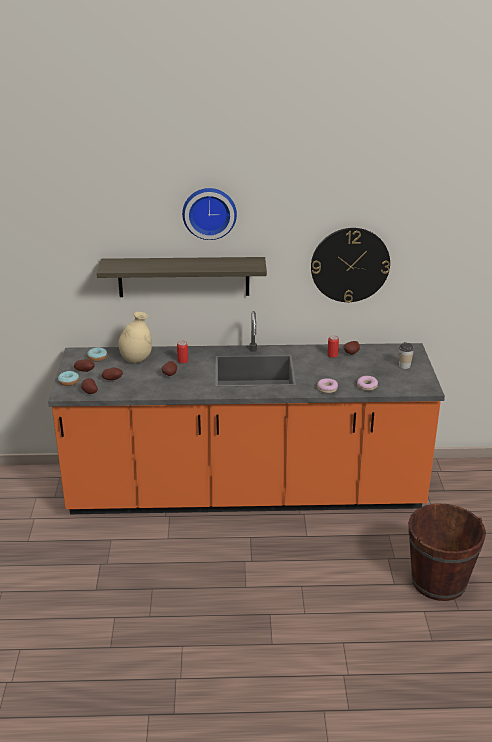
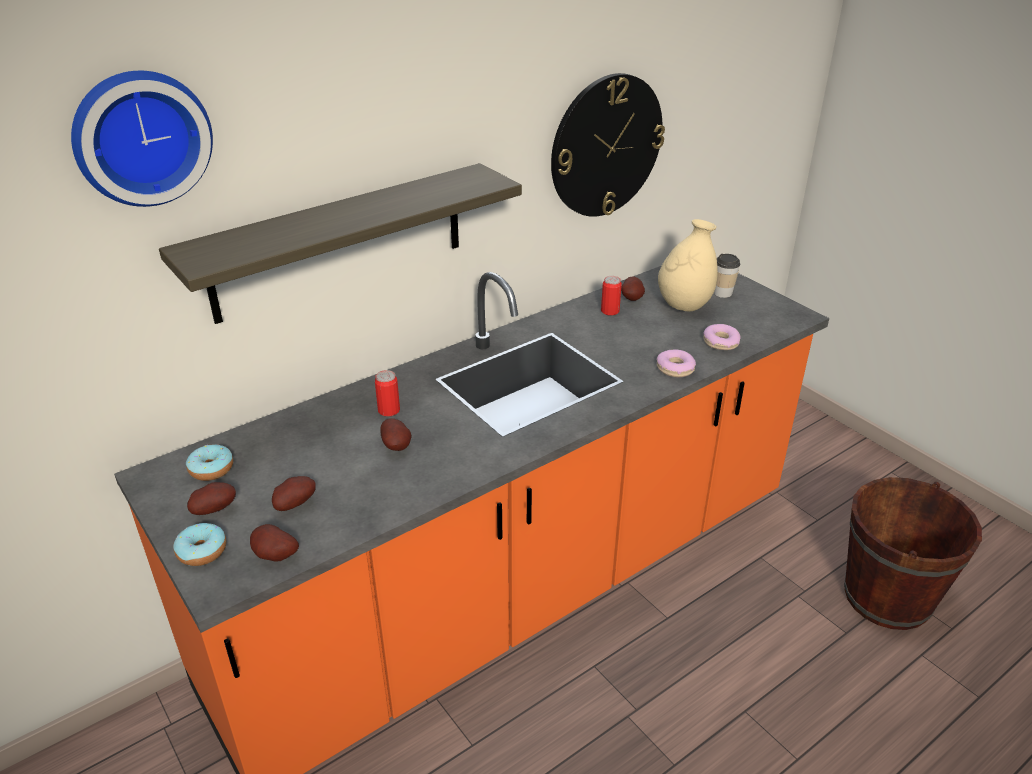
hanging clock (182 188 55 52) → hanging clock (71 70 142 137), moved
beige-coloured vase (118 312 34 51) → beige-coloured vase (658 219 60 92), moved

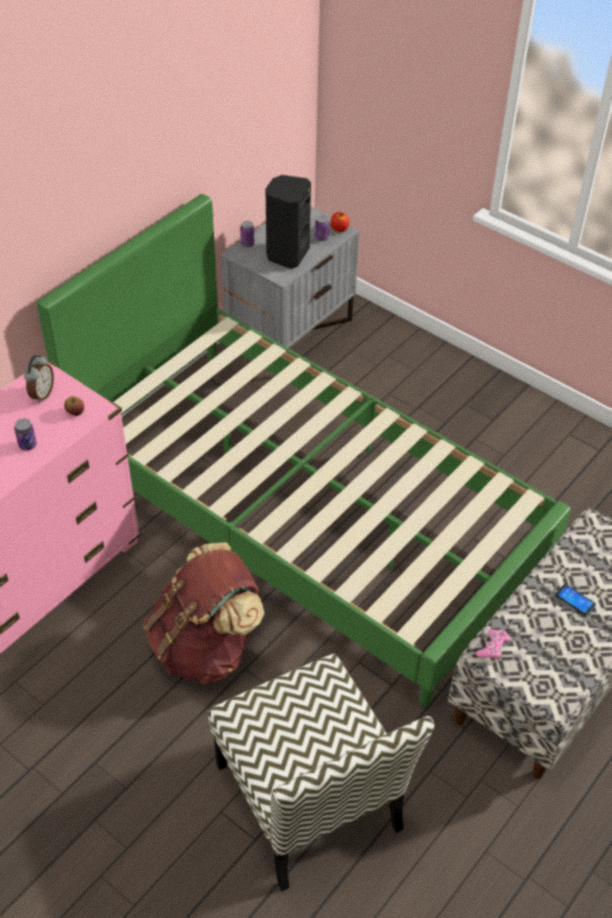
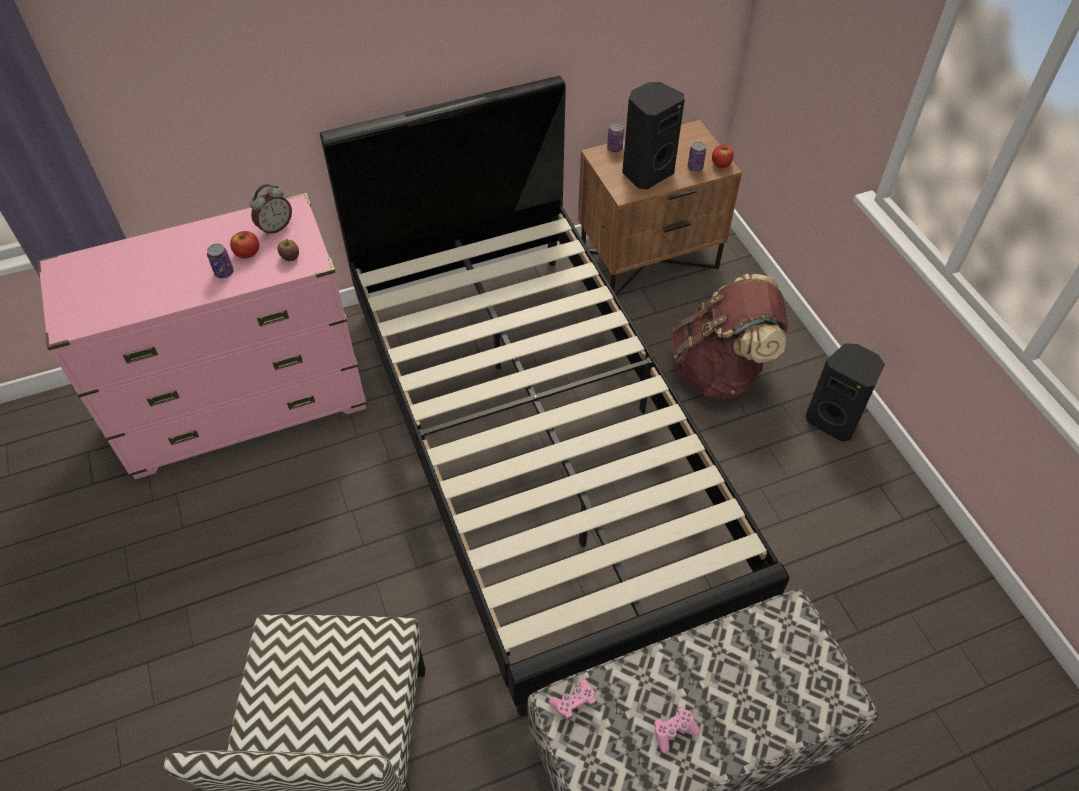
- → whole apple (230 231 29 28)
green-coloured sleeping bed (37 194 534 513) → black sleeping bed (320 76 469 641)
greyish bedside table (221 206 138 143) → brown-coloured bedside table (578 120 164 176)
- → pink gamepad (654 707 47 46)
brown-coloured rucksack (143 543 122 141) → brown-coloured rucksack (673 274 115 125), moved
- → black loudspeaker (806 343 79 99)
phone (555 584 41 32) → -

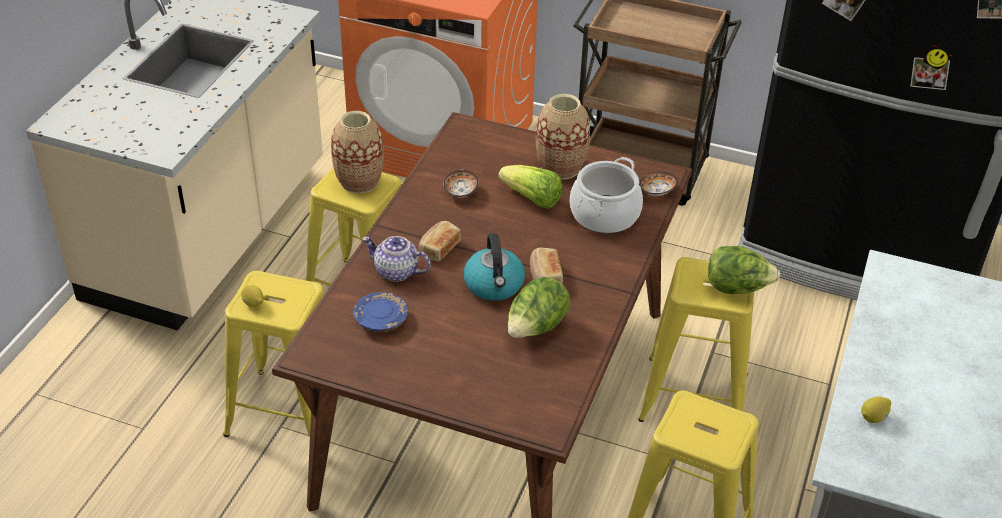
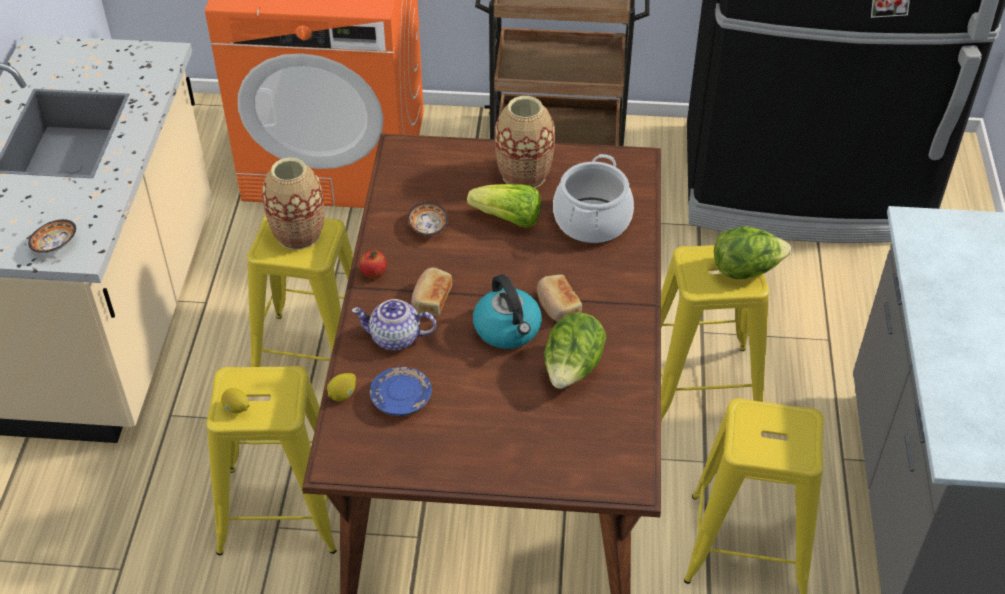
serving bowl (639 172 39 24) → serving bowl (28 219 48 34), moved
citrus fruit (861 396 30 27) → citrus fruit (327 373 29 28), moved
- → whole apple (359 250 28 29)

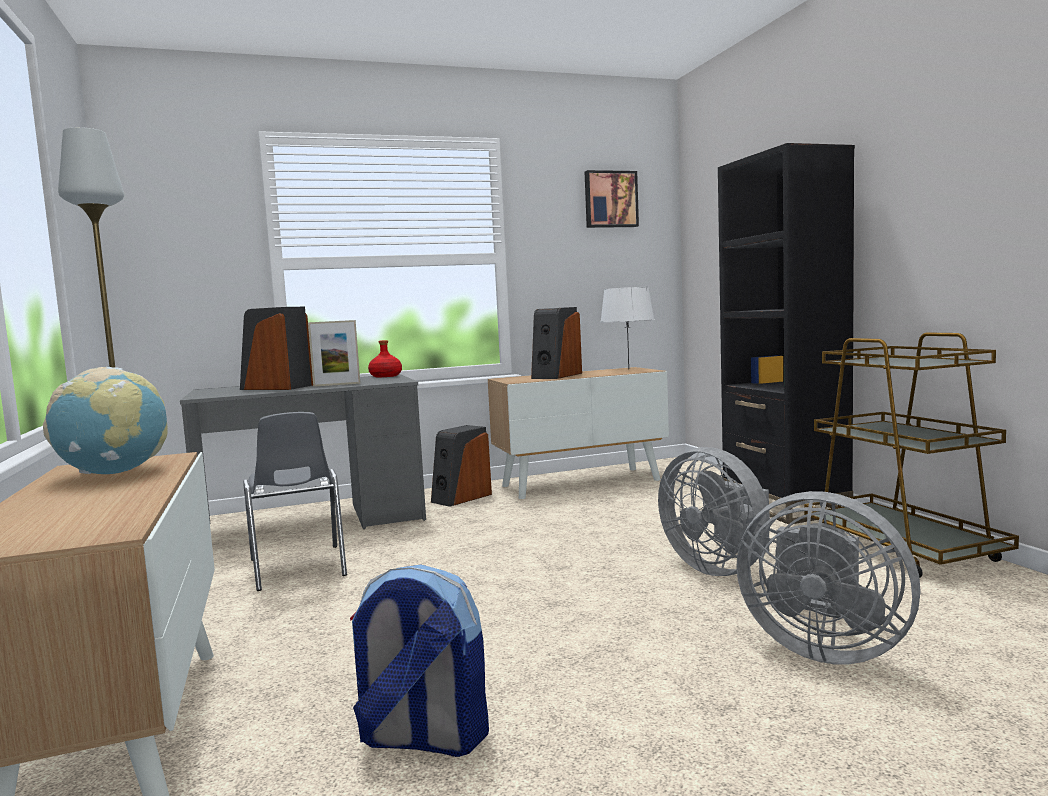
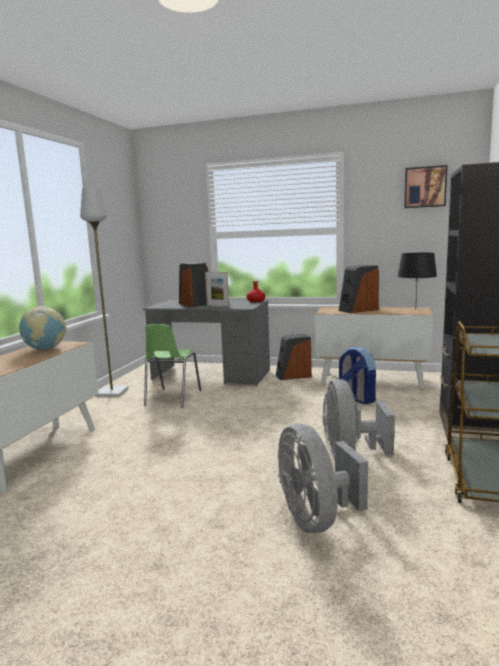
greyish chair (243 412 104 179) → green-coloured chair (144 324 57 83)
rucksack (350 564 139 193) → rucksack (339 347 37 57), moved
white-coloured table lamp (601 287 54 81) → black table lamp (397 253 40 45)

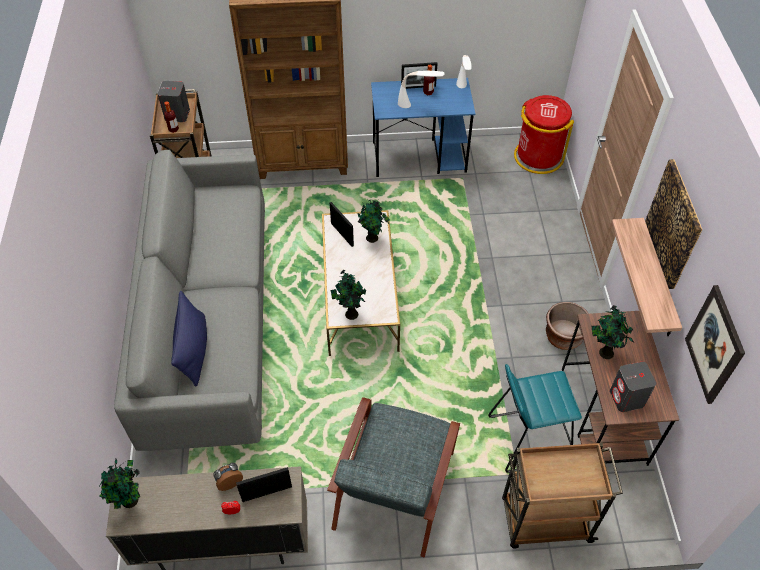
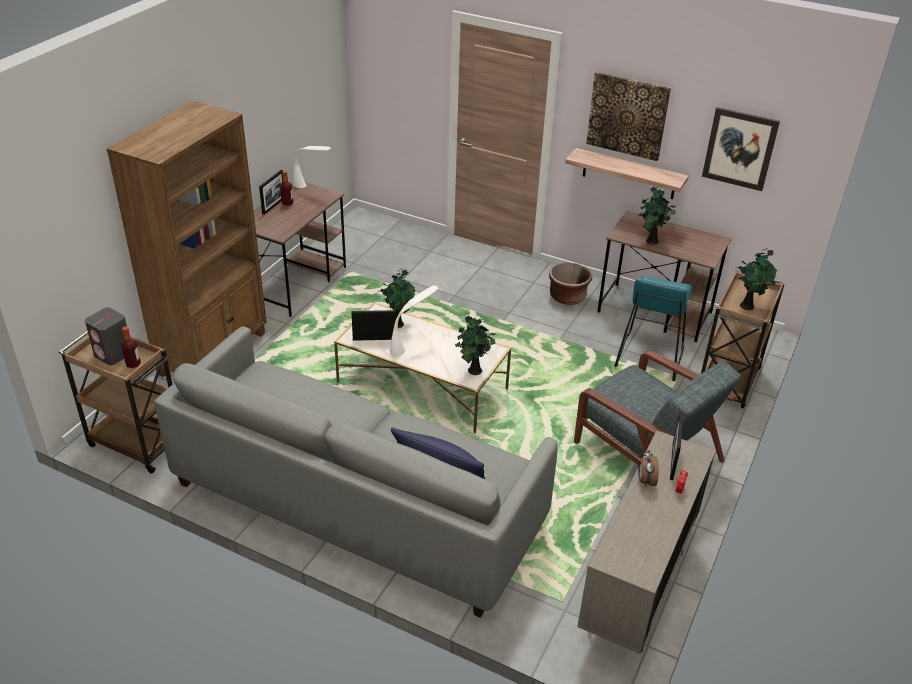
blue desk (371 78 104 99) → brown-coloured desk (254 182 92 135)
white-coloured table lamp (398 71 47 37) → white-coloured table lamp (390 285 48 71), moved
potted plant (100 459 40 50) → potted plant (738 248 39 62), moved
reddish waste bin (514 95 60 79) → -
greyish loudspeaker (610 362 46 50) → -

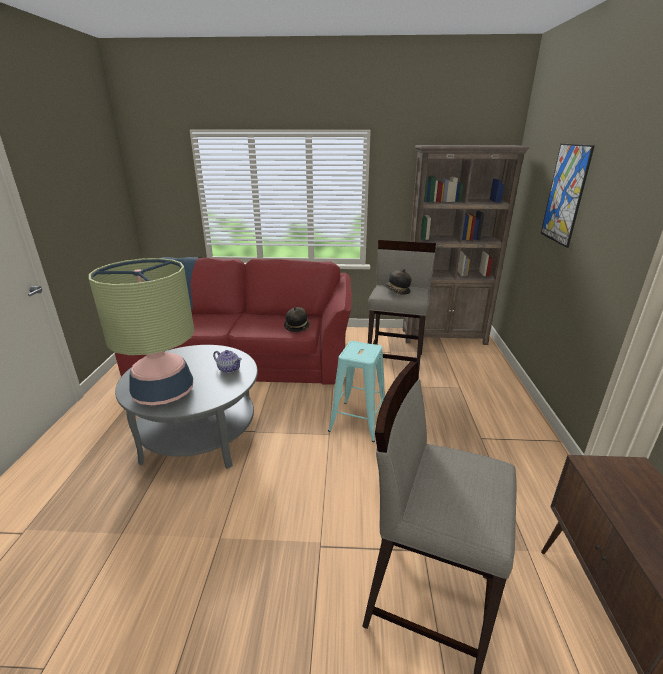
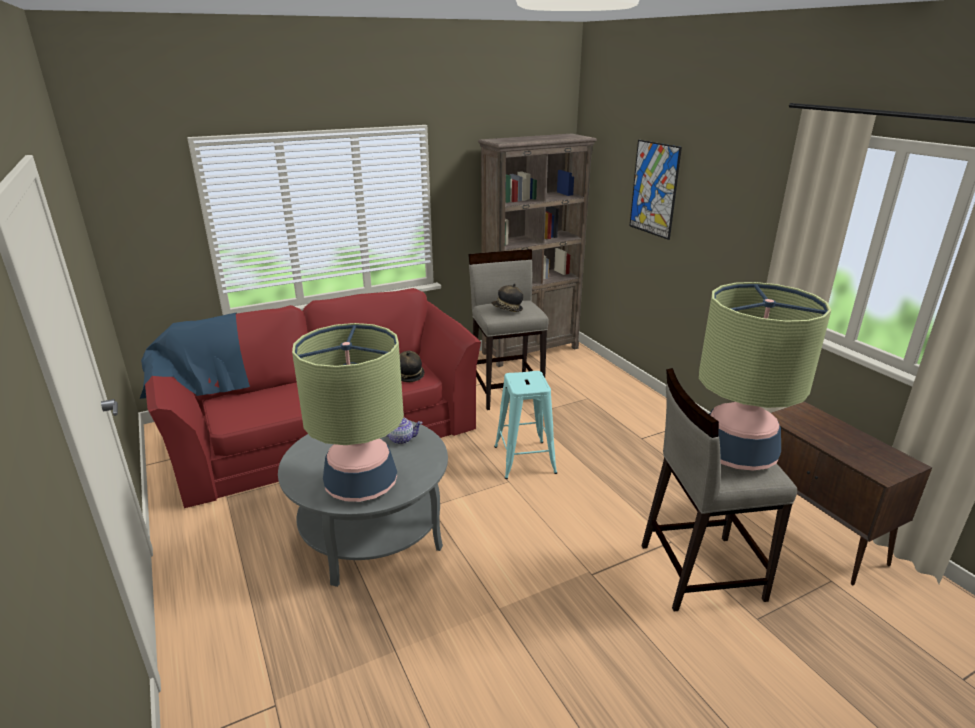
- → table lamp (699 282 132 189)

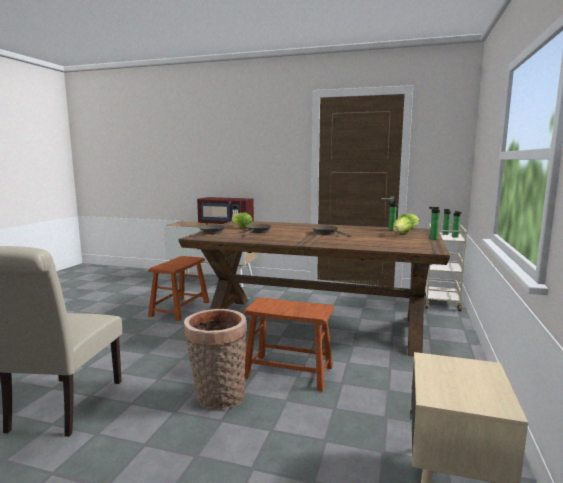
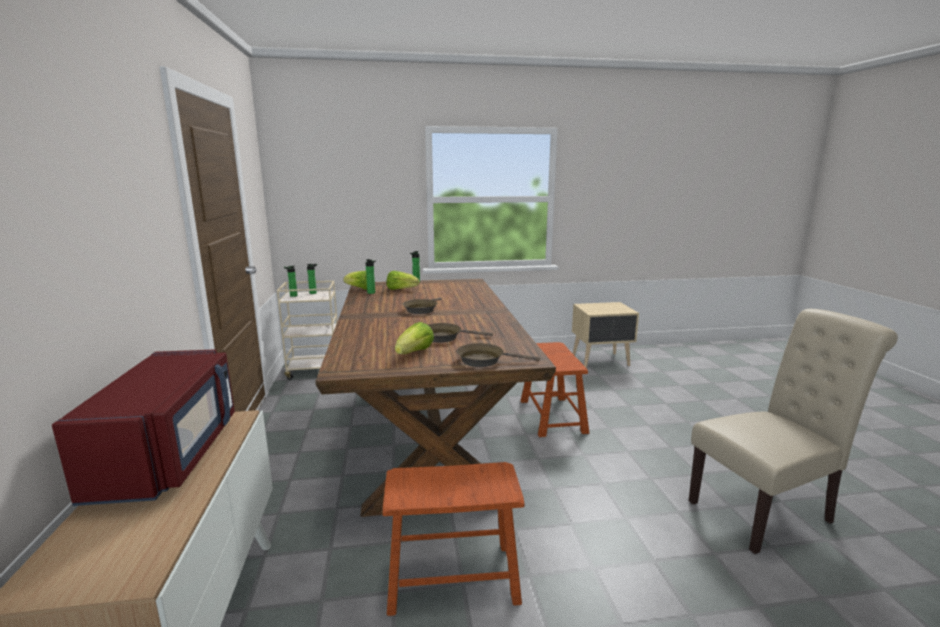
basket (184 309 63 101) → -

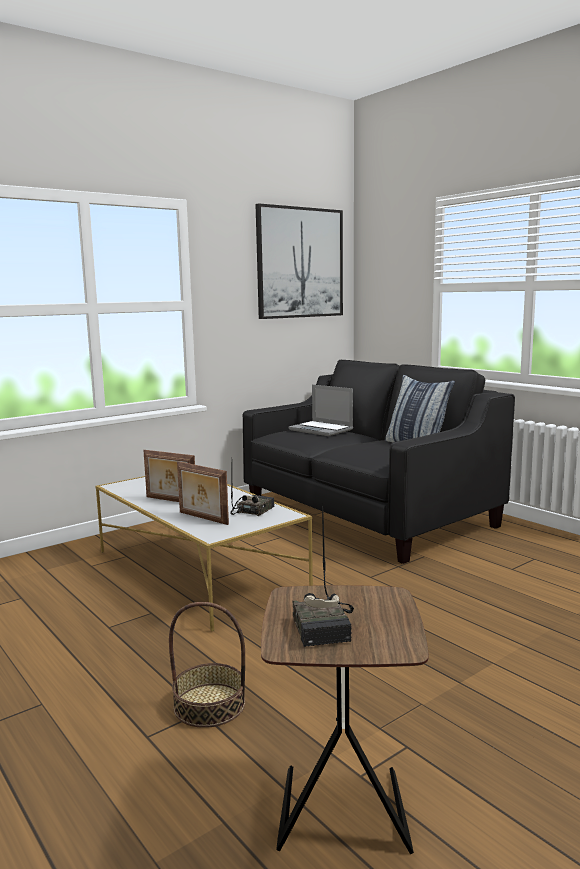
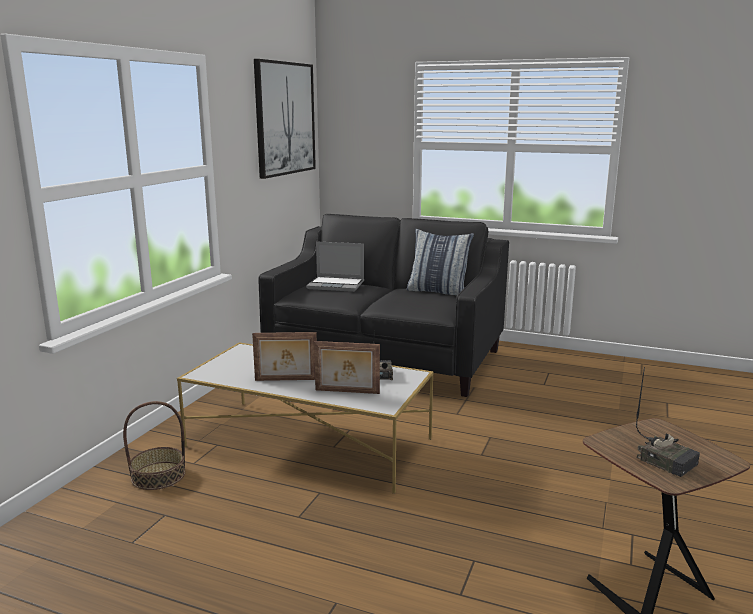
basket (169 602 76 126) → basket (123 401 62 89), moved

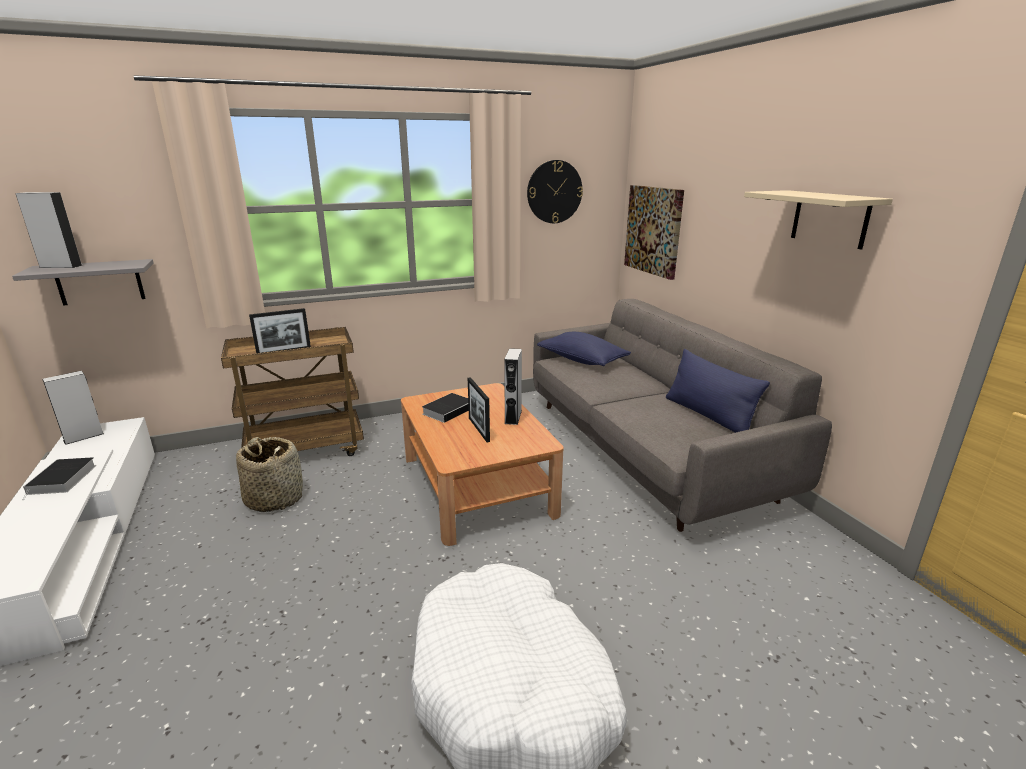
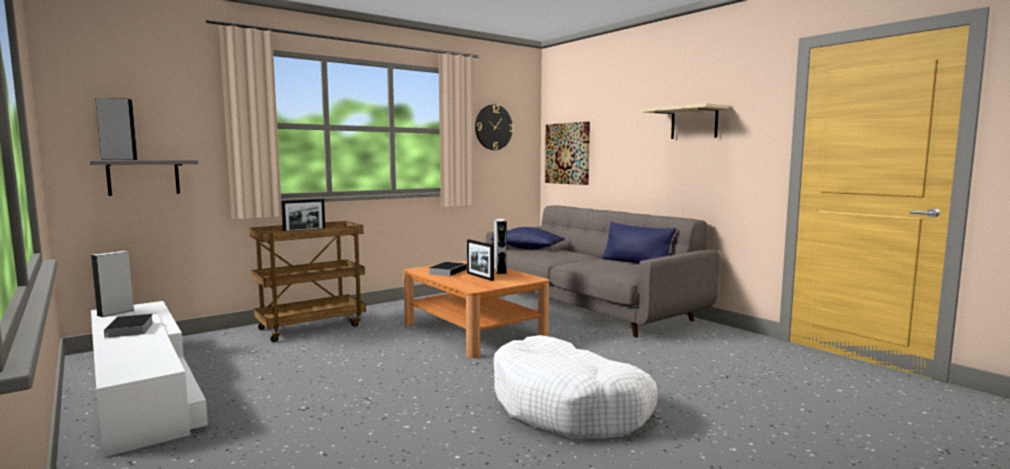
basket (236 437 67 75) → -

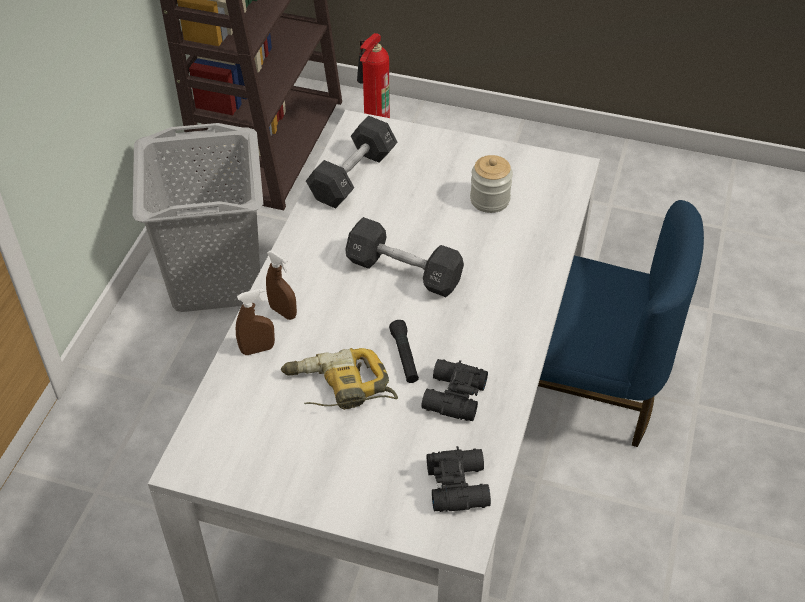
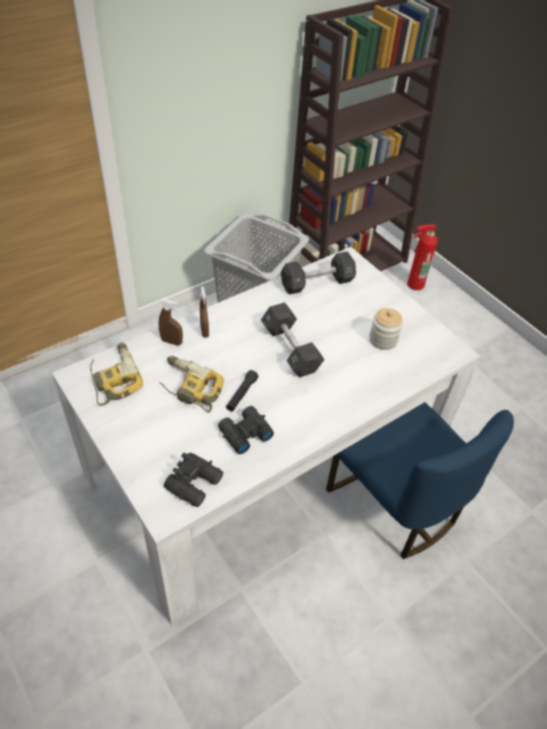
- → power drill (90 342 53 64)

